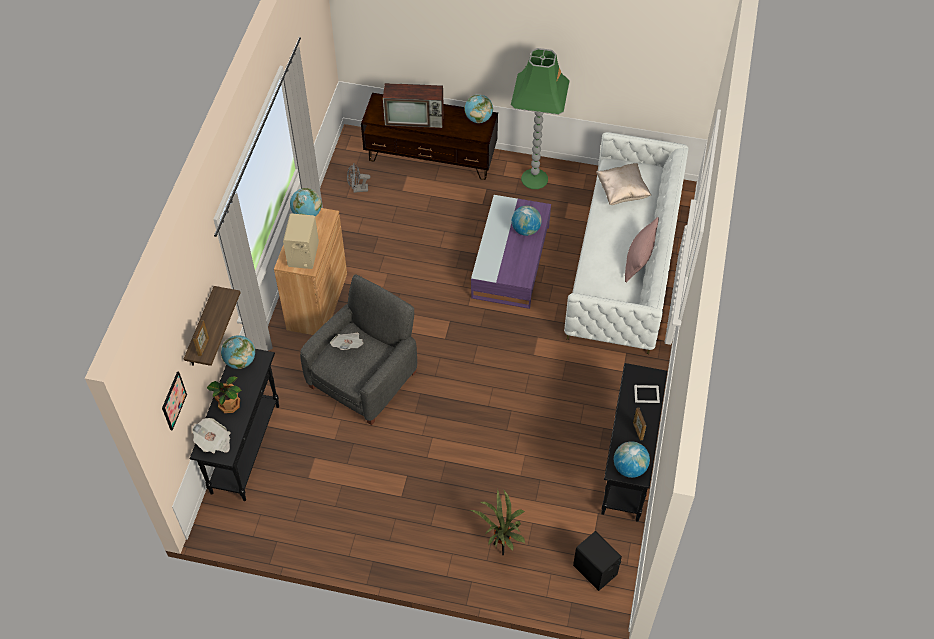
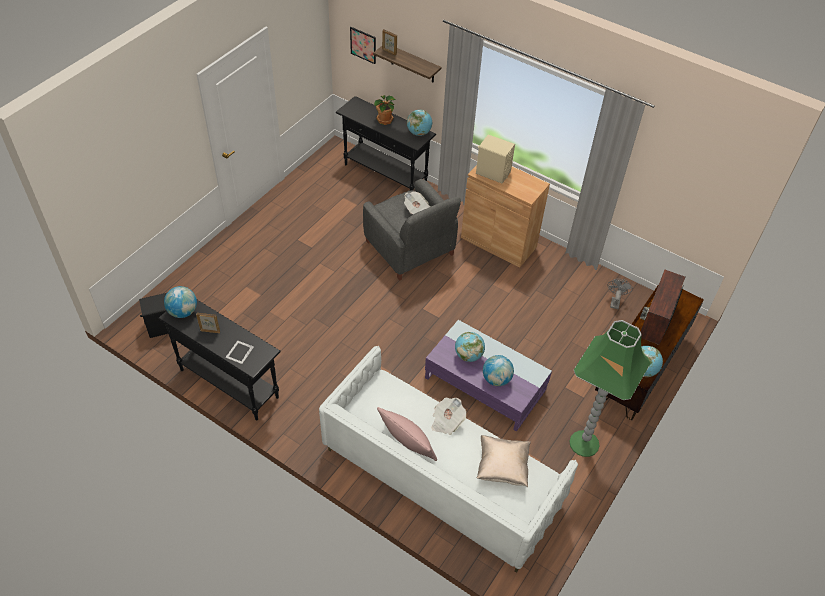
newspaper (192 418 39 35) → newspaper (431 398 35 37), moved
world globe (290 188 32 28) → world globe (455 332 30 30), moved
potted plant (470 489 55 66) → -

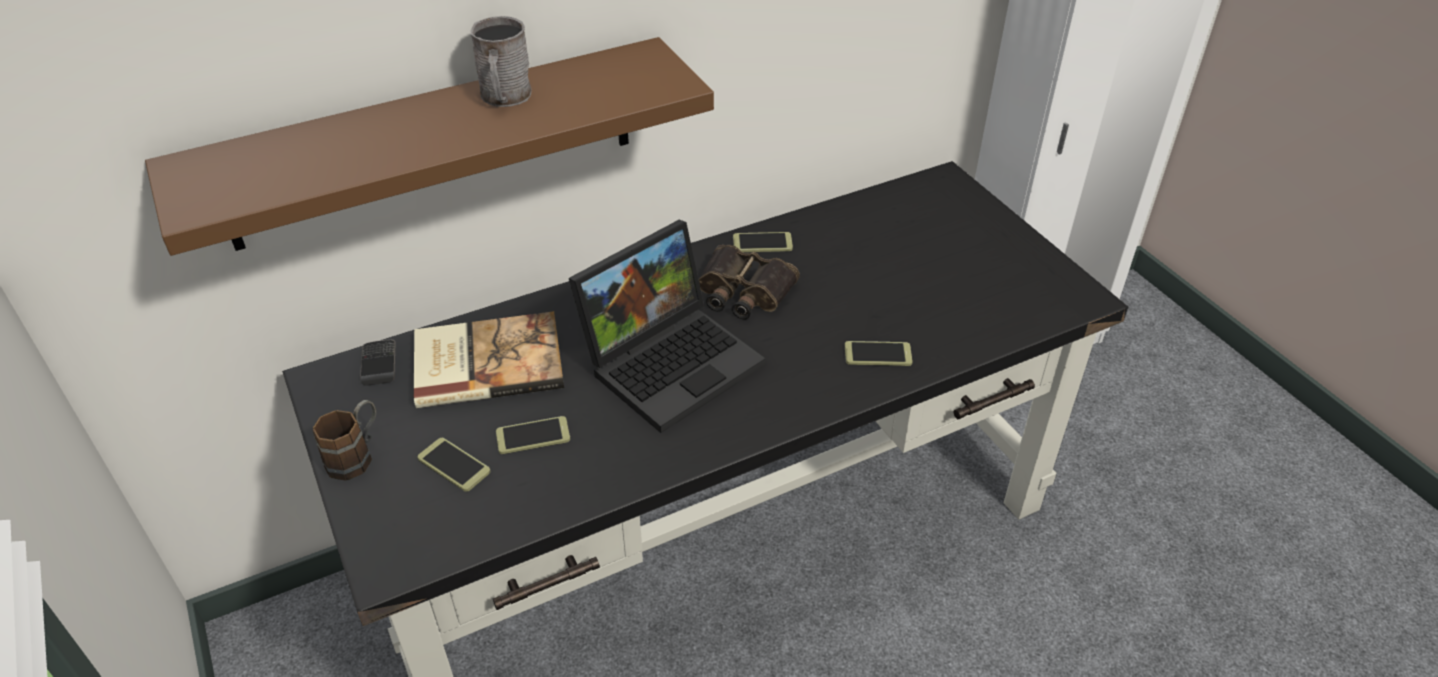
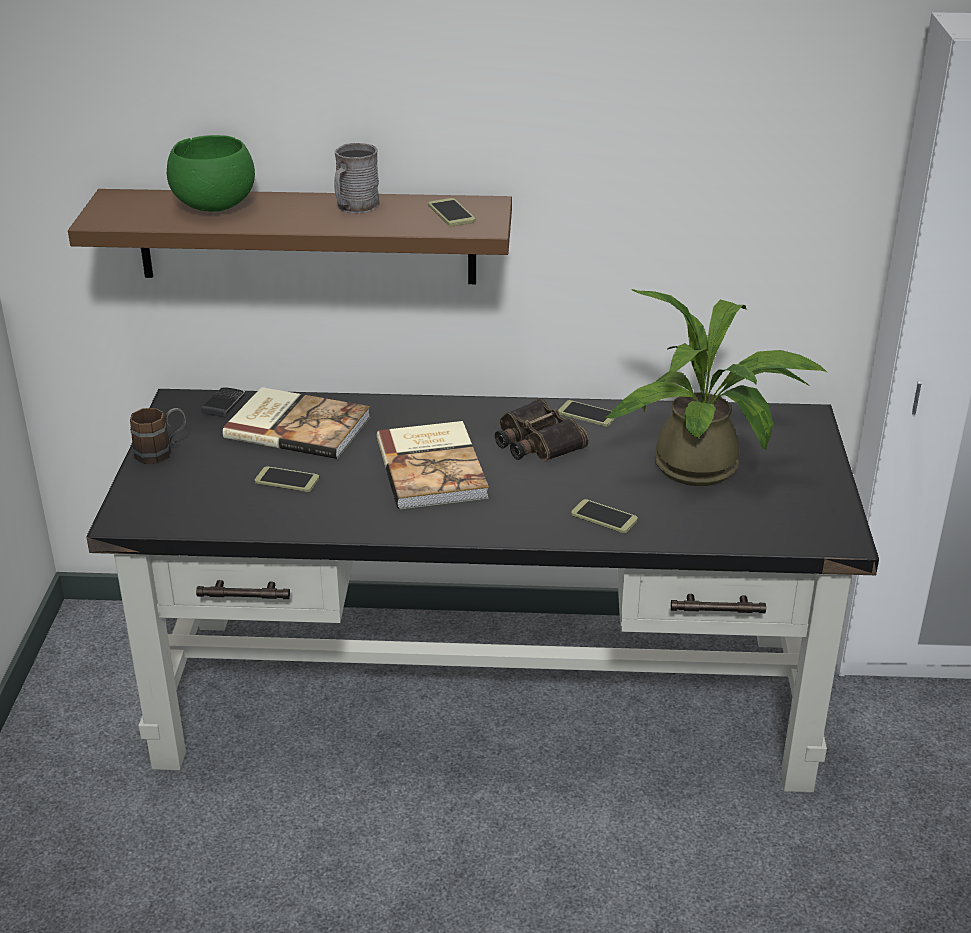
- → green-coloured serving bowl (167 135 88 77)
laptop (569 220 196 213) → bound book (377 421 112 88)
phone (417 438 73 54) → phone (428 198 47 28), moved
- → potted plant (605 289 223 197)

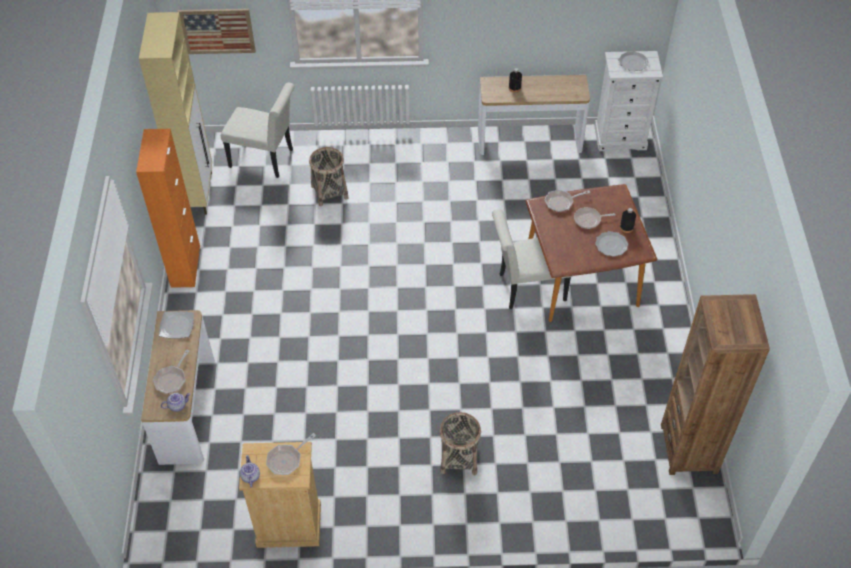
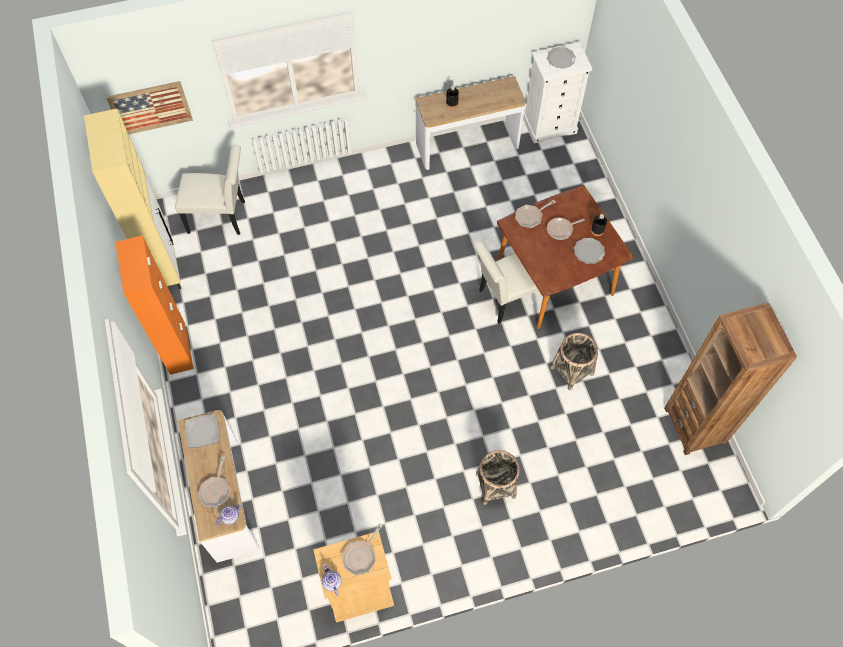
basket (309 147 39 59) → basket (550 333 48 57), moved

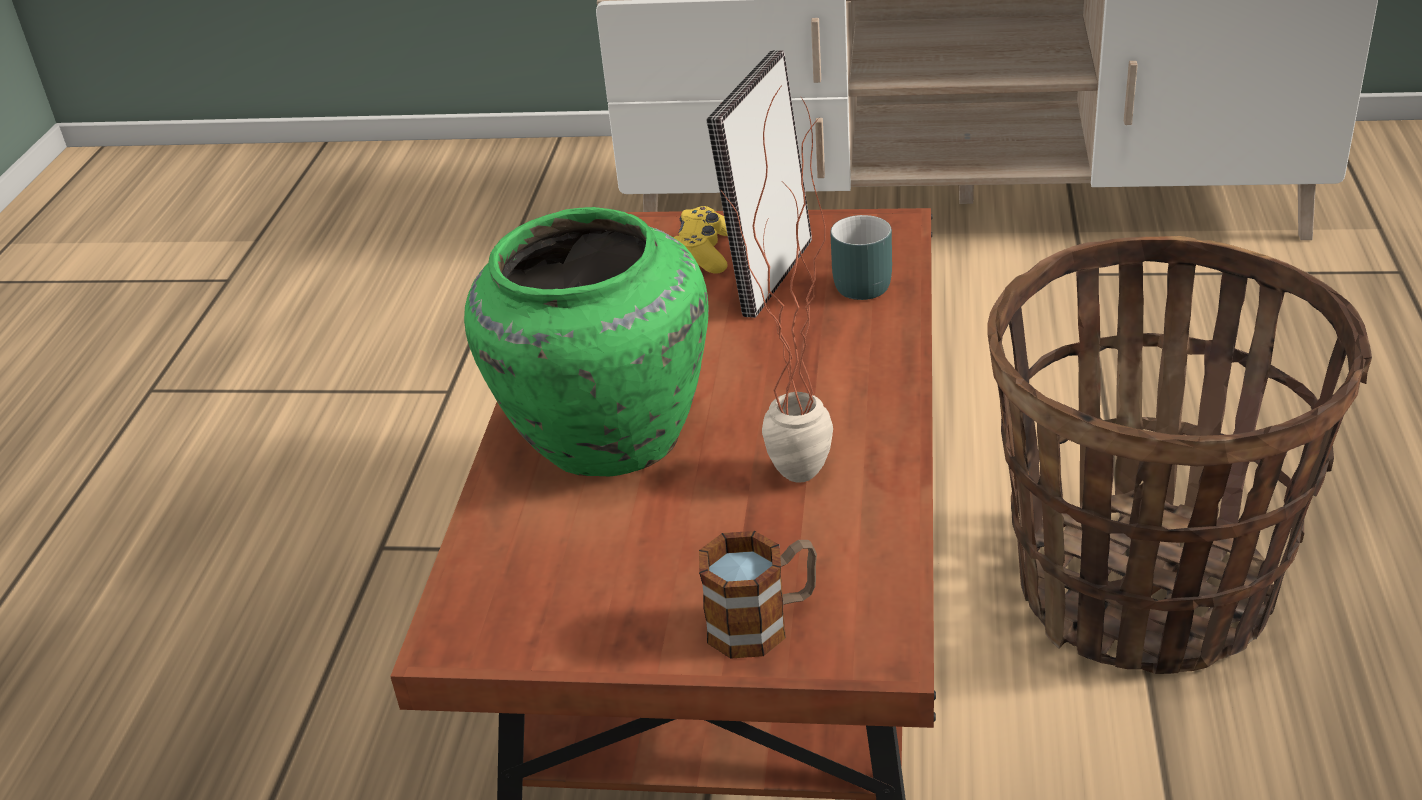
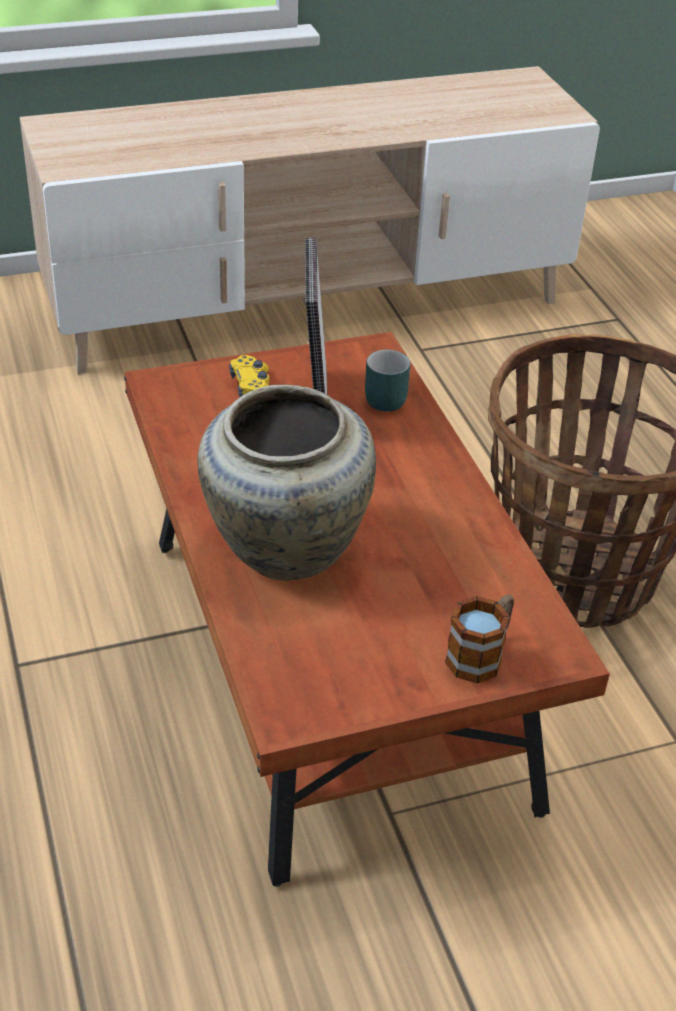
green-coloured vase (464 207 245 269) → beige-coloured vase (197 385 179 196)
potted plant (720 84 113 399) → -

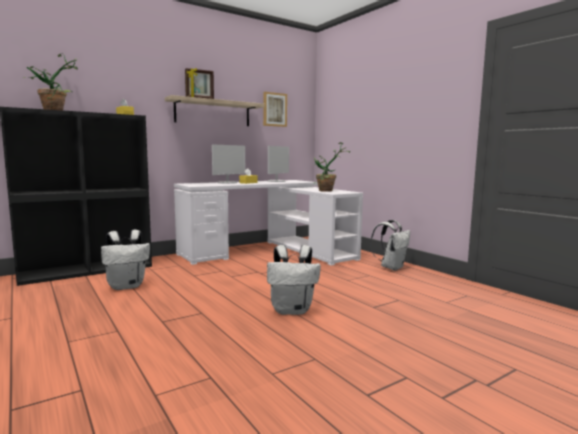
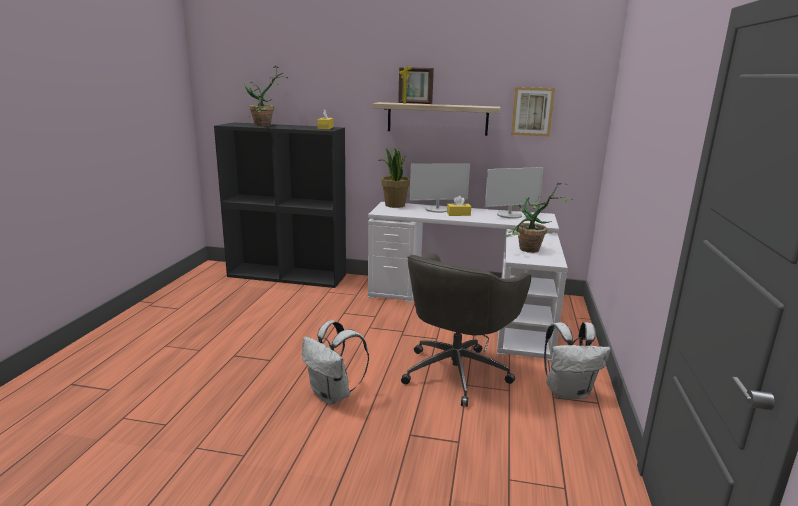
- → potted plant (378 147 32 61)
- → greyish desk chair (401 253 130 154)
white-coloured rucksack (101 230 49 60) → -

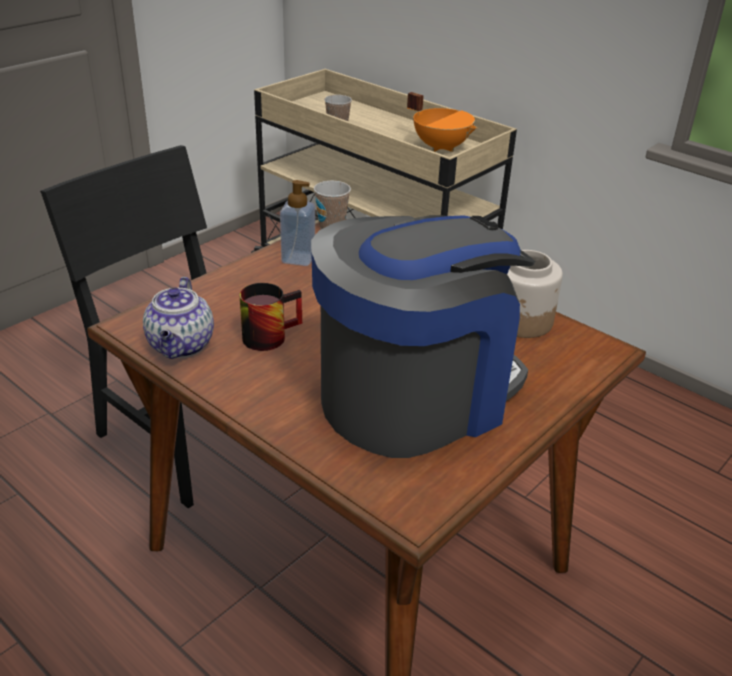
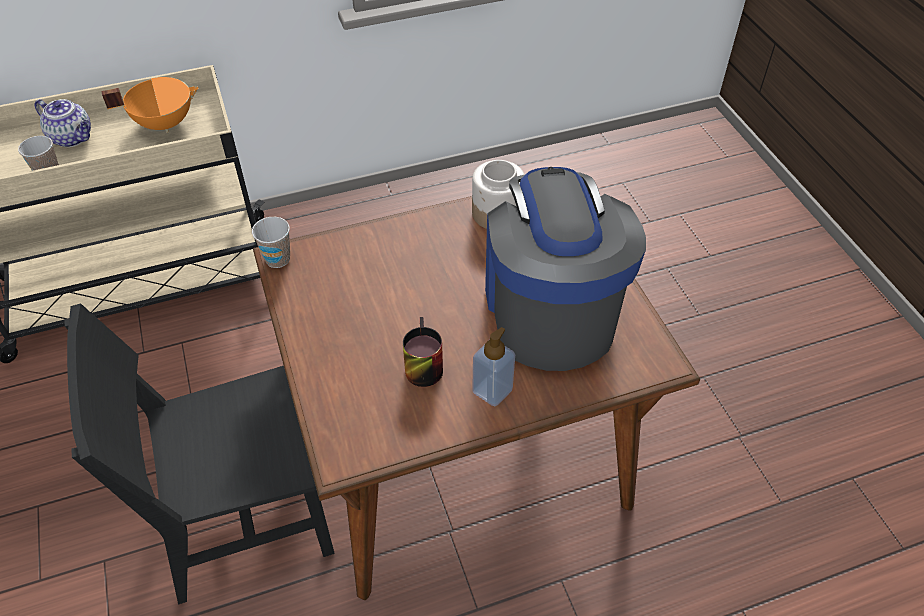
teapot (143 277 71 82) → teapot (35 99 56 48), moved
soap dispenser (280 180 35 86) → soap dispenser (472 327 43 79), moved

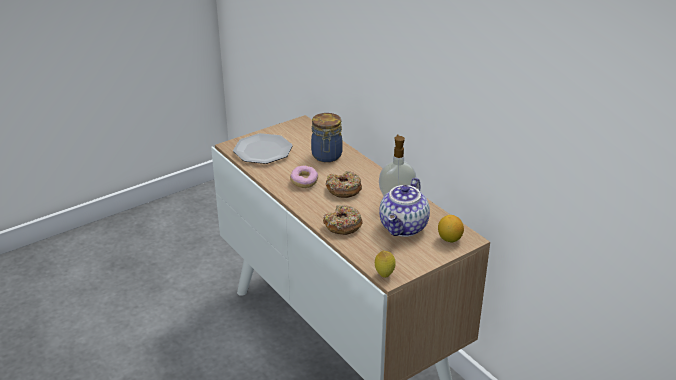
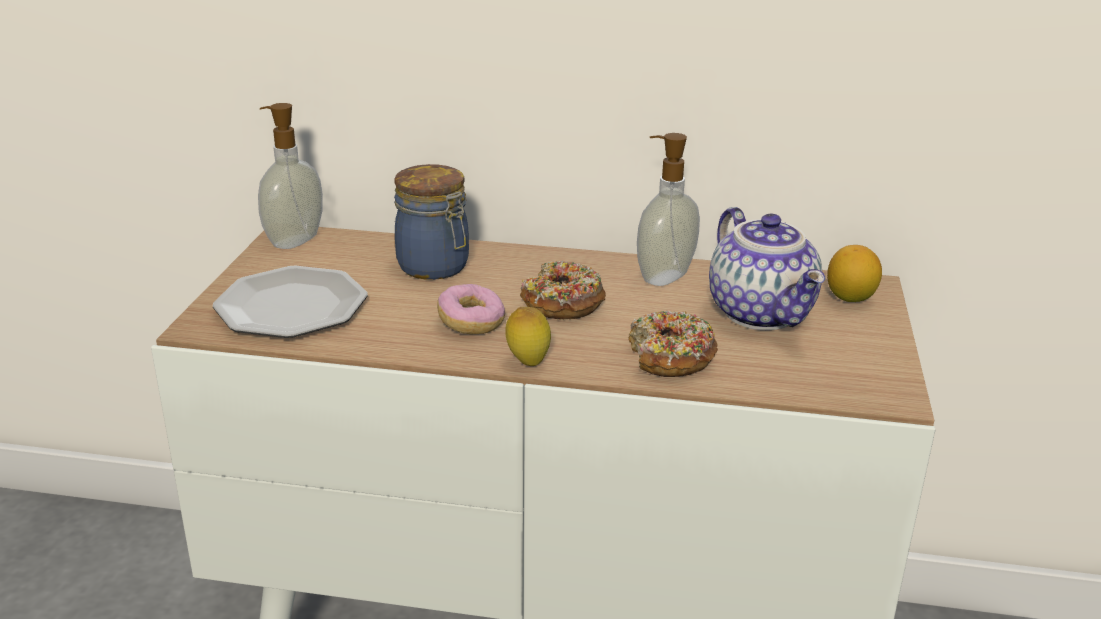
- → soap dispenser (258 103 65 146)
citrus fruit (375 250 21 28) → citrus fruit (505 307 46 59), moved

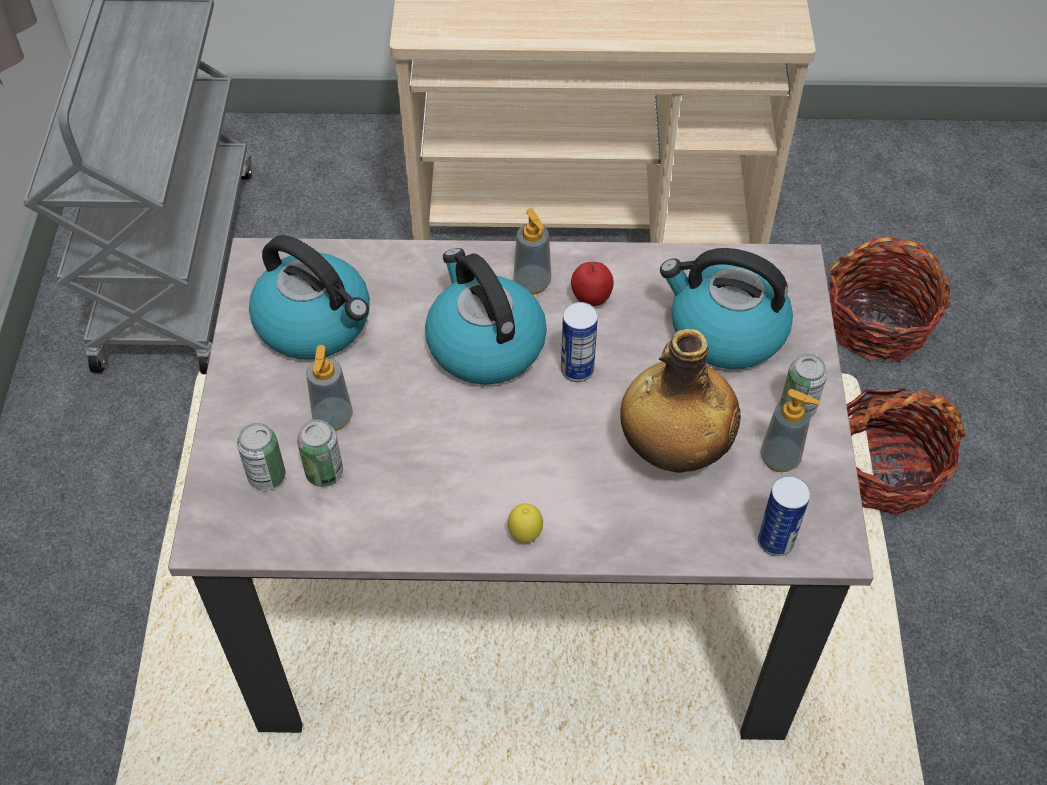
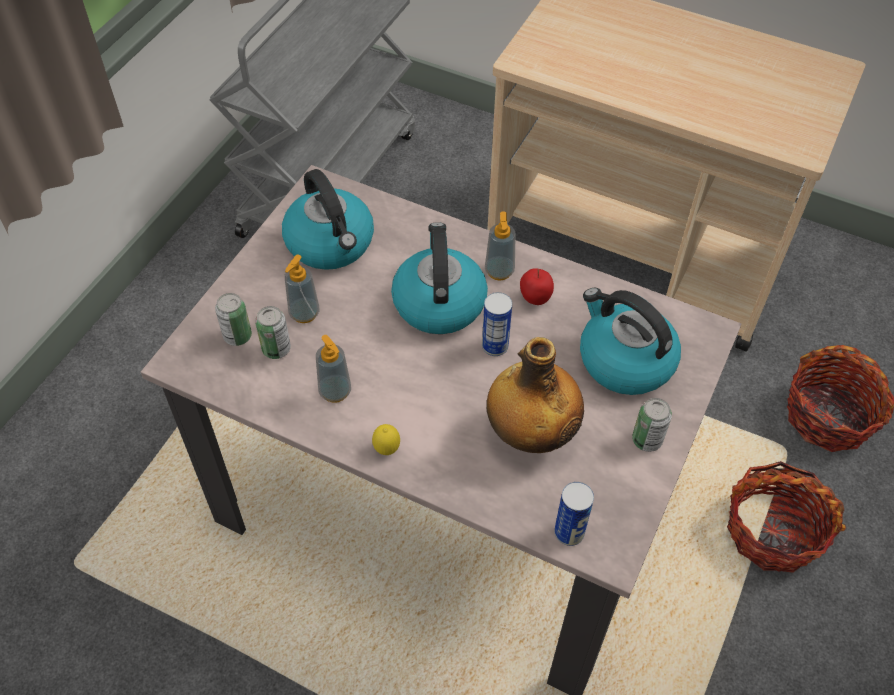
soap dispenser (760 389 60 83) → soap dispenser (316 335 35 68), moved

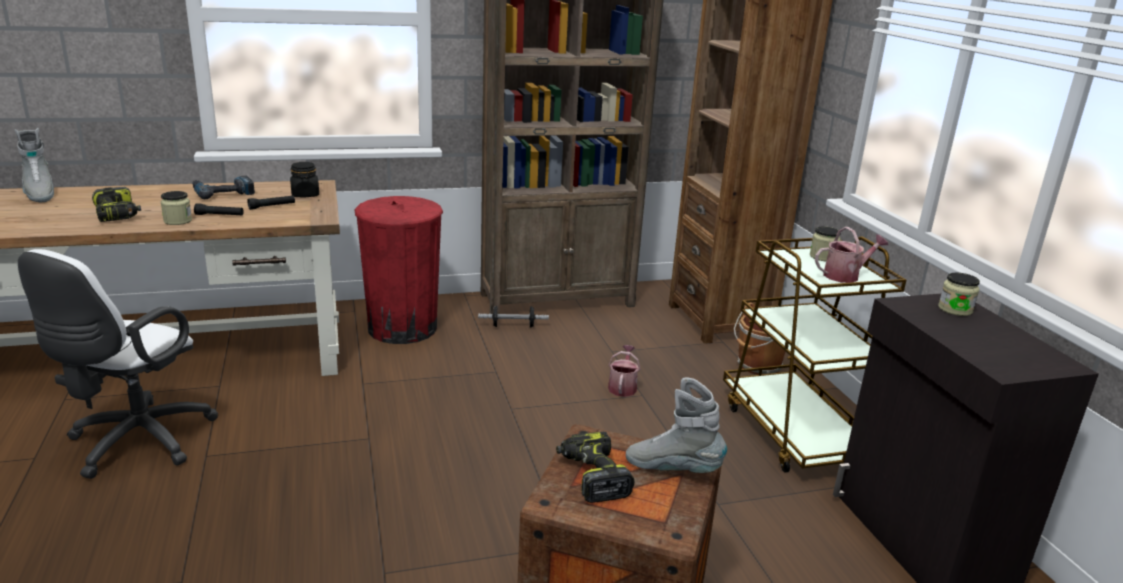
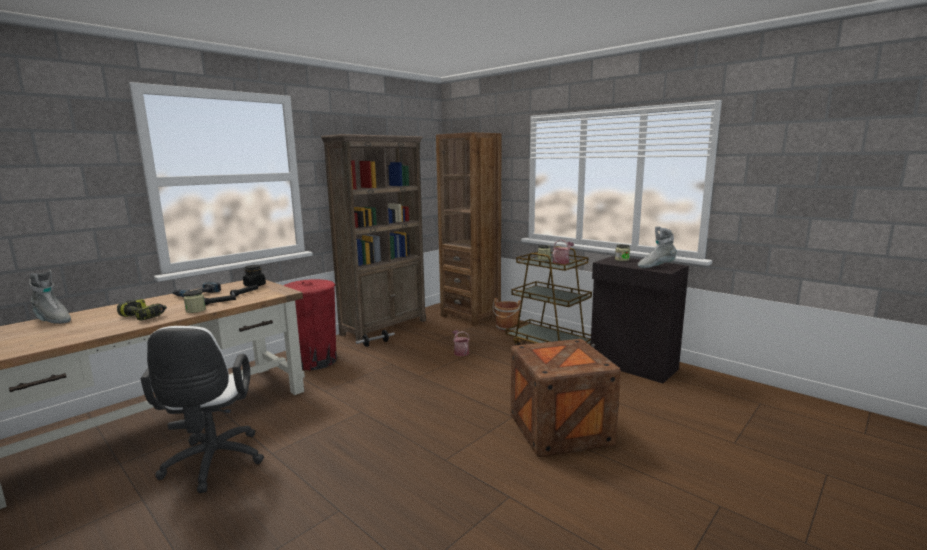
greyish boot (626 377 101 96) → greyish boot (637 226 40 42), moved
power drill (556 432 78 71) → -

